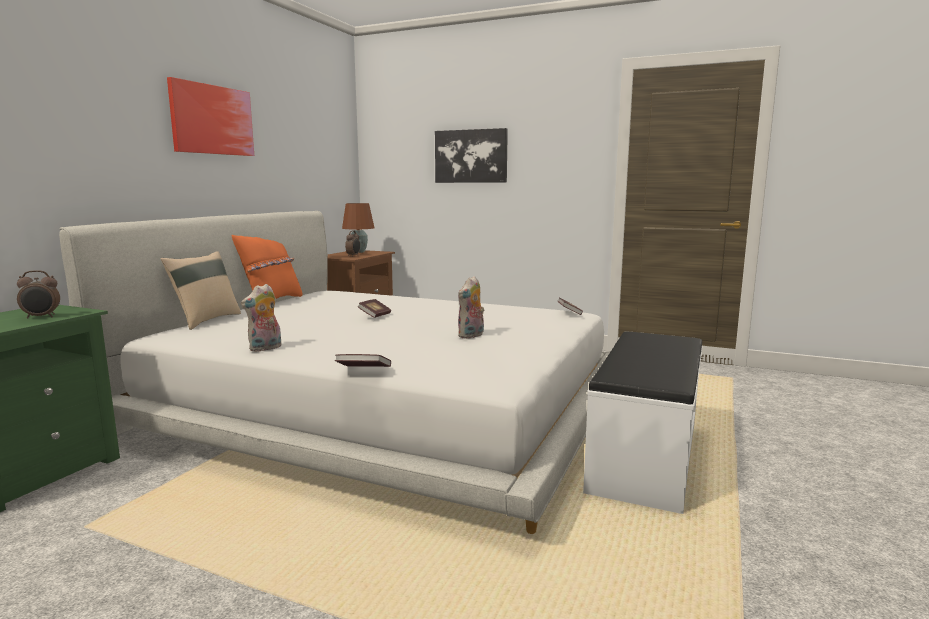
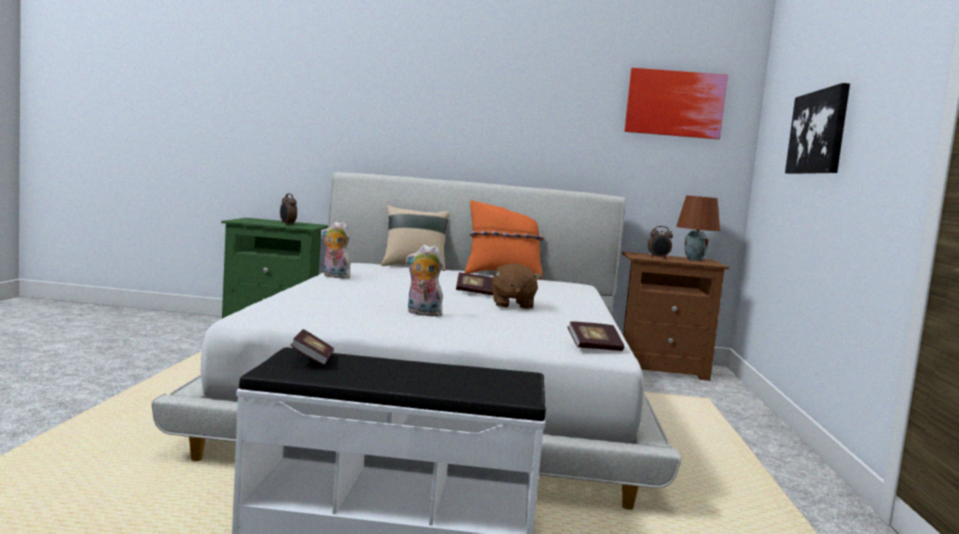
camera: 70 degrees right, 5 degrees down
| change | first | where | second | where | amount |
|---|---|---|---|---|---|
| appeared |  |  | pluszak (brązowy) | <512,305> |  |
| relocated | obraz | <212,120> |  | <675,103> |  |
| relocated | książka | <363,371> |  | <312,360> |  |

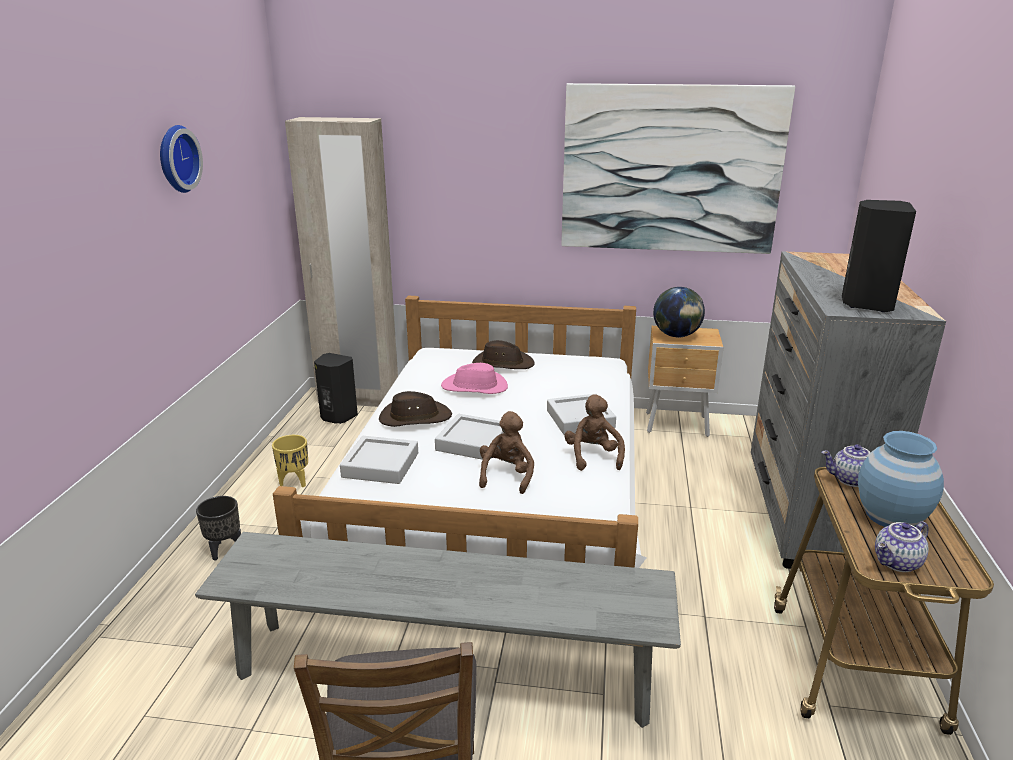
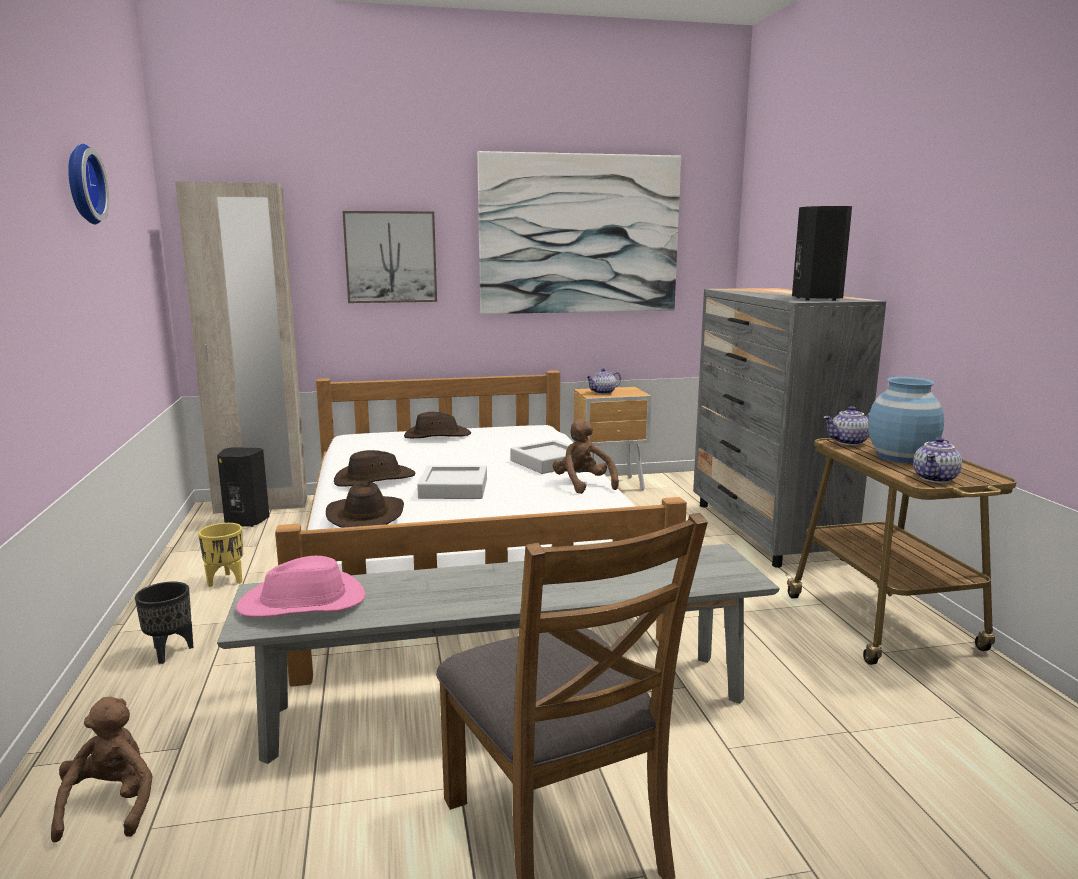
camera: 20 degrees left, 10 degrees down
| change | first | where | second | where | amount |
|---|---|---|---|---|---|
| appeared |  |  | obraz | <390,257> |  |
| relocated | kapelusz (różowy) | <475,387> |  | <303,603> |  |
| relocated | pluszak (brązowy) | <506,476> |  | <111,805> |  |
| exchanged | taca (szary) | <380,465> | kapelusz (brązowy) | <365,516> |  |
| exchanged | globus | <676,336> | imbryk | <603,392> |  |

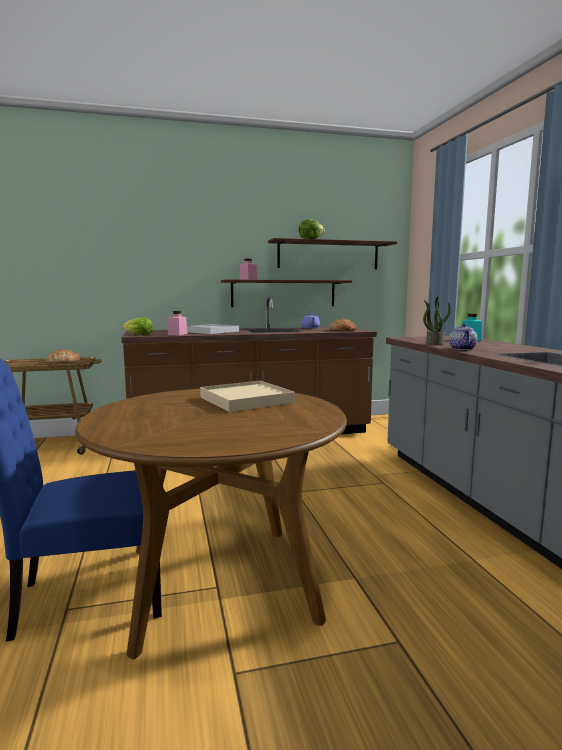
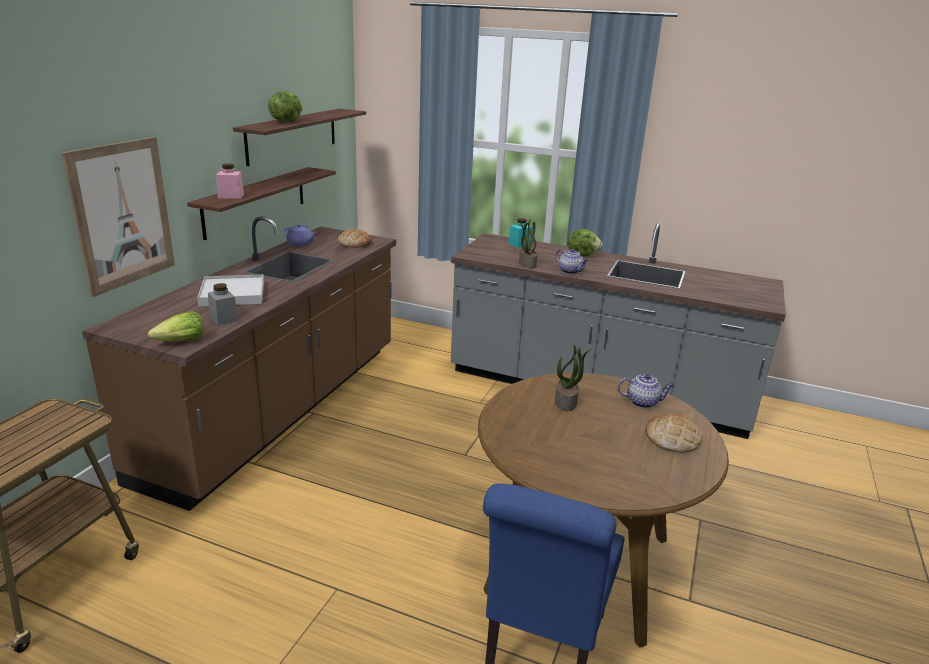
camera: 55 degrees left, 15 degrees up
| change | first | where | second | where | amount |
|---|---|---|---|---|---|
| appeared |  |  | obraz | <123,214> |  |
| appeared |  |  | sałata | <582,255> |  |
| appeared |  |  | imbryk | <643,402> |  |
| relocated | chleb | <63,361> |  | <672,438> |  |
| exchanged | taca (beżowy) | <246,400> | roślina doniczkowa | <566,402> |  |
| colour | słoik (różowy) | <177,334> | słoik (szary) | <224,319> |  |

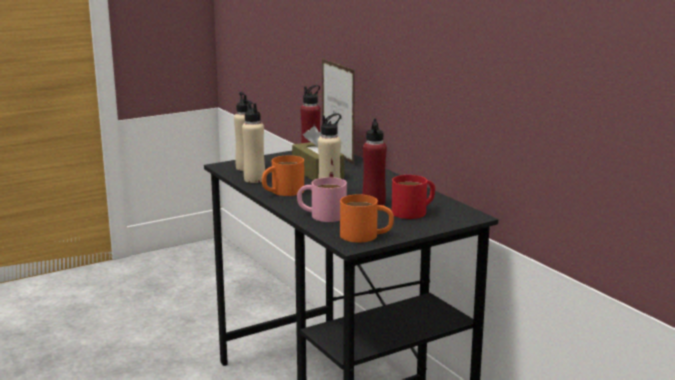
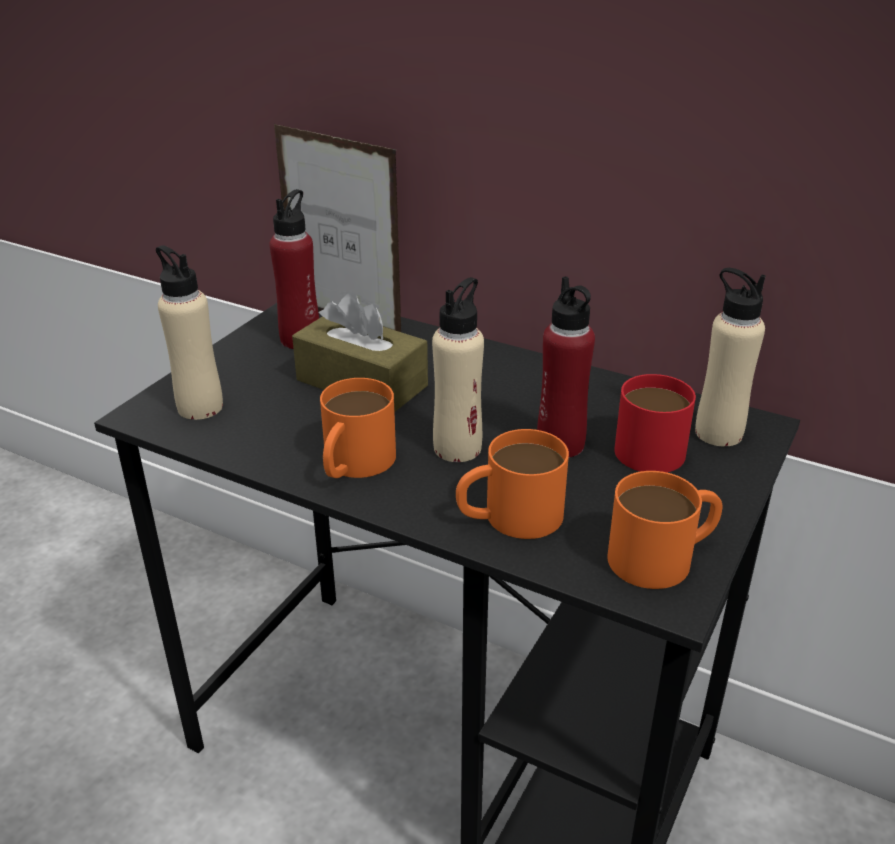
camera: 30 degrees left, 15 degrees up
| change | first | where | second | where | amount |
|---|---|---|---|---|---|
| relocated | butelka (beżowy) | <254,179> |  | <718,433> |  |
| colour | kubek (różowy) | <321,215> | kubek (pomarańczowy) | <509,516> |  |

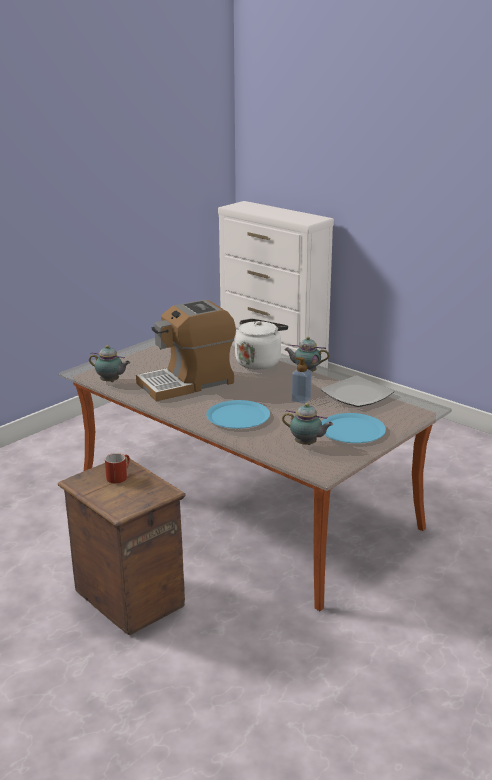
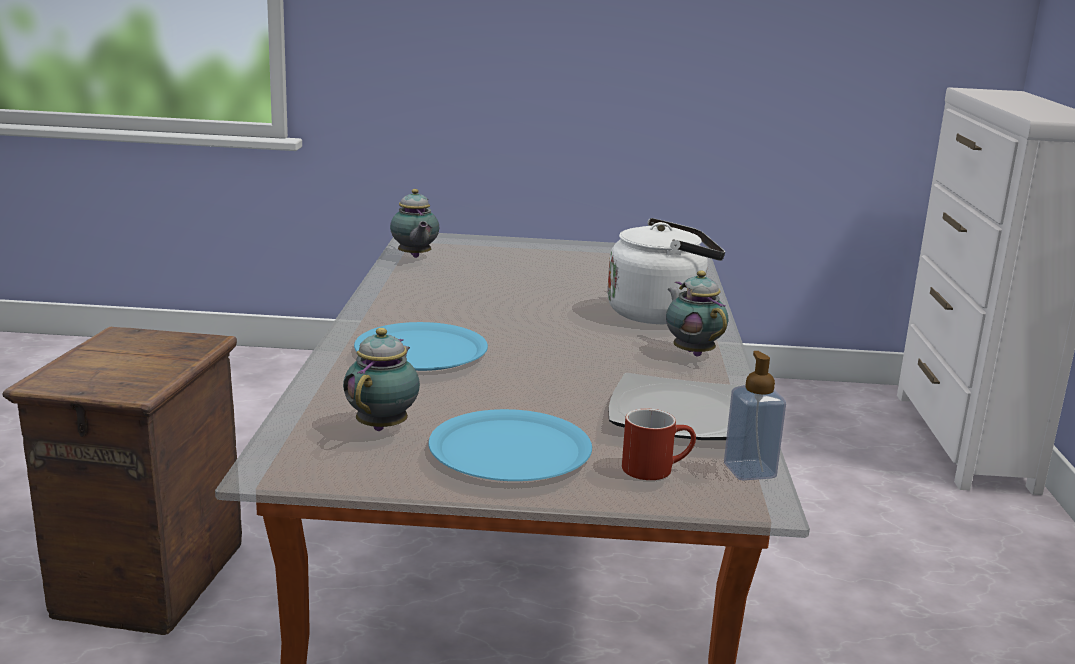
camera: 50 degrees right, 5 degrees down
| change | first | where | second | where | amount |
|---|---|---|---|---|---|
| missing | ekspres do kawy | <187,383> |  |  |  |
| relocated | kubek (czerwony) | <119,476> |  | <656,468> |  |
| relocated | dozownik mydła | <301,400> |  | <749,471> |  |
| spun | imbryk | <307,444> |  | <384,426> | 150 degrees counterclockwise |

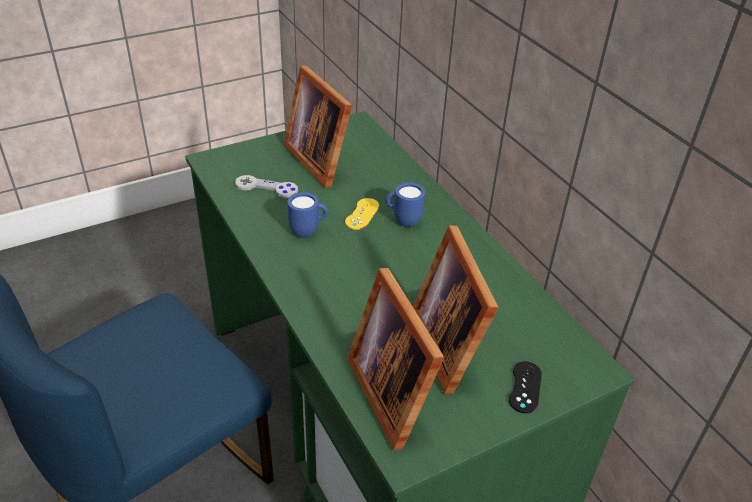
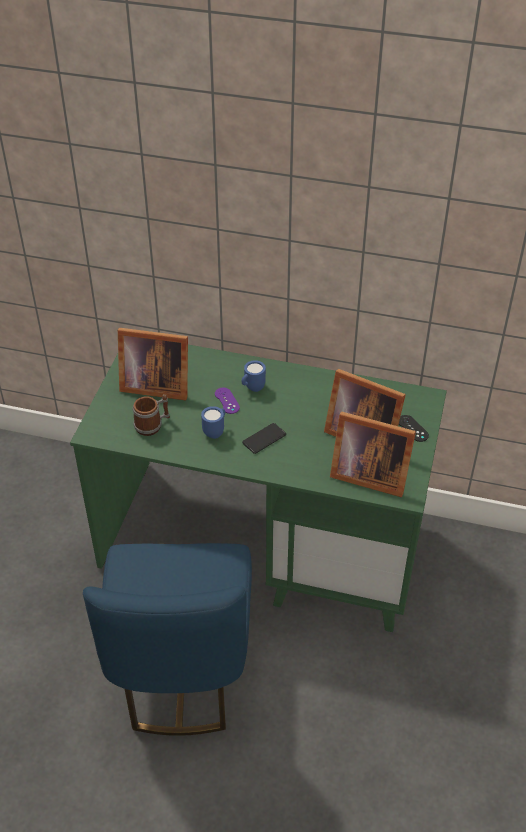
camera: 45 degrees left, 5 degrees up
| change | first | where | second | where | amount |
|---|---|---|---|---|---|
| appeared |  |  | telefon | <264,439> |  |
| exchanged | pad do gier (szary) | <266,188> | kubek | <153,425> |  |
| colour | pad do gier (żółty) | <362,214> | pad do gier (fioletowy) | <227,401> |  |

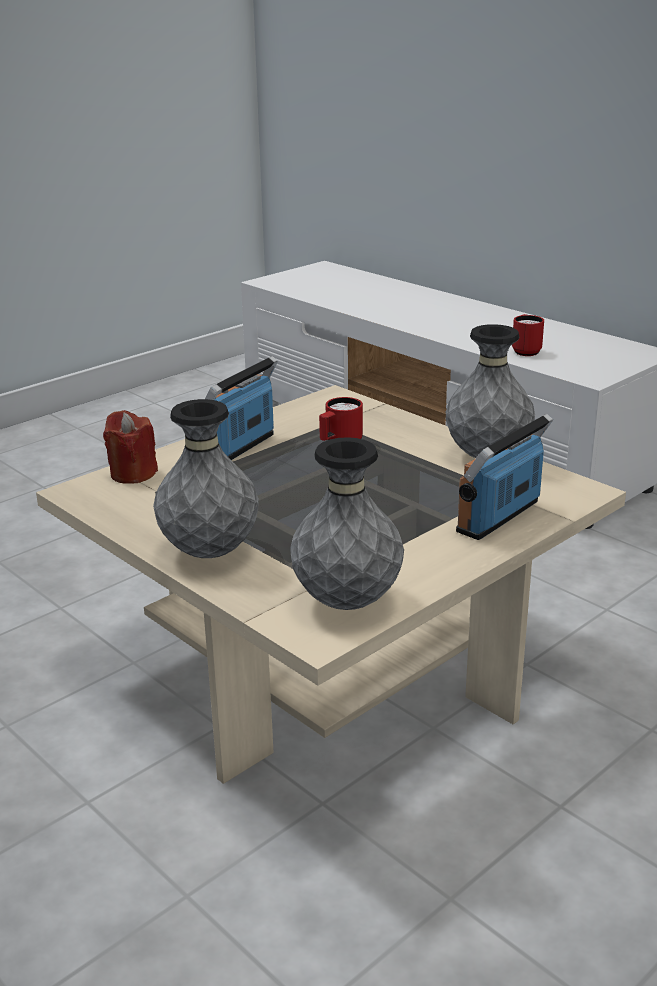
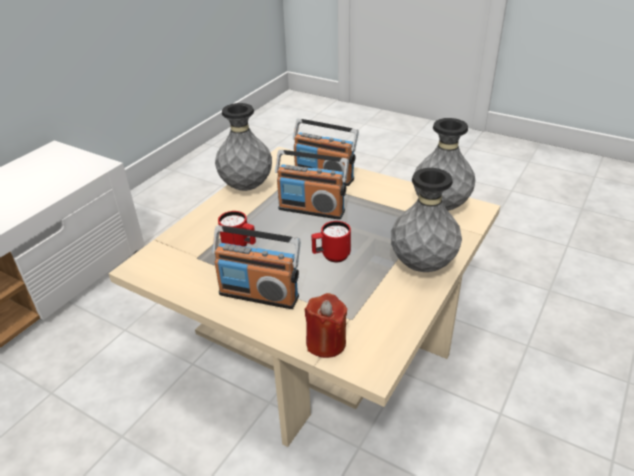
camera: 105 degrees left, 10 degrees up
| change | first | where | second | where | amount |
|---|---|---|---|---|---|
| appeared |  |  | radio | <311,209> |  |
| relocated | kubek (czerwony) | <525,350> |  | <331,256> |  |

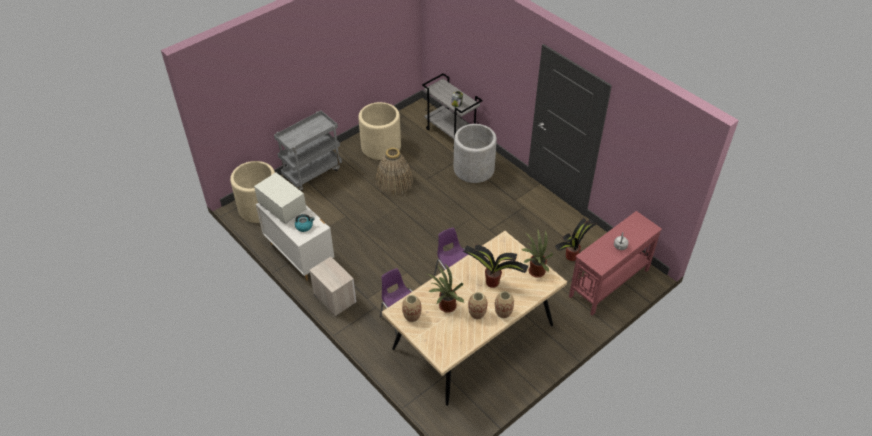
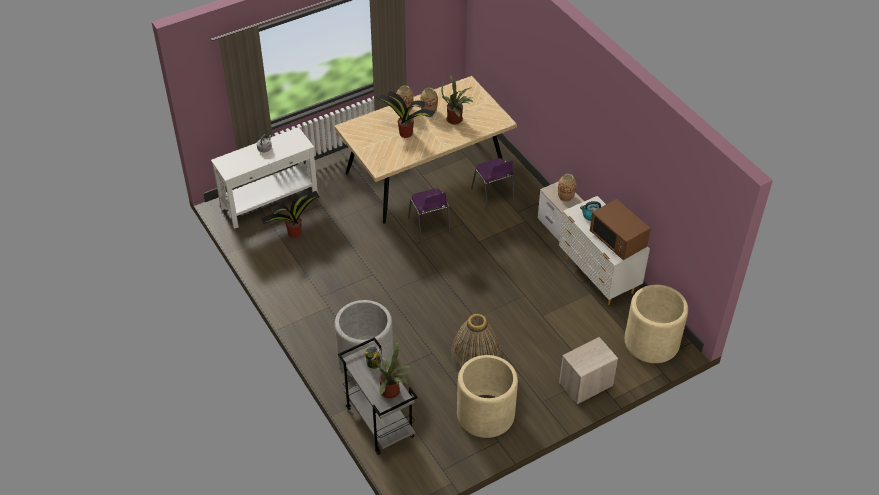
camera: 170 degrees left, 0 degrees up
| change | first | where | second | where | amount |
|---|---|---|---|---|---|
| relocated | wazon | <412,316> |  | <565,197> |  |
| relocated | roślina doniczkowa | <534,271> |  | <392,392> |  |
| exchanged | wózek (szary) | <312,172> | szafka nocna | <584,385> |  |
| colour | mikrofalówka (biały) | <282,207> | mikrofalówka (brązowy) | <618,240> |  |
| colour | stolik konsolowy (czerwony) | <608,283> | stolik konsolowy (biały) | <270,202> |  |

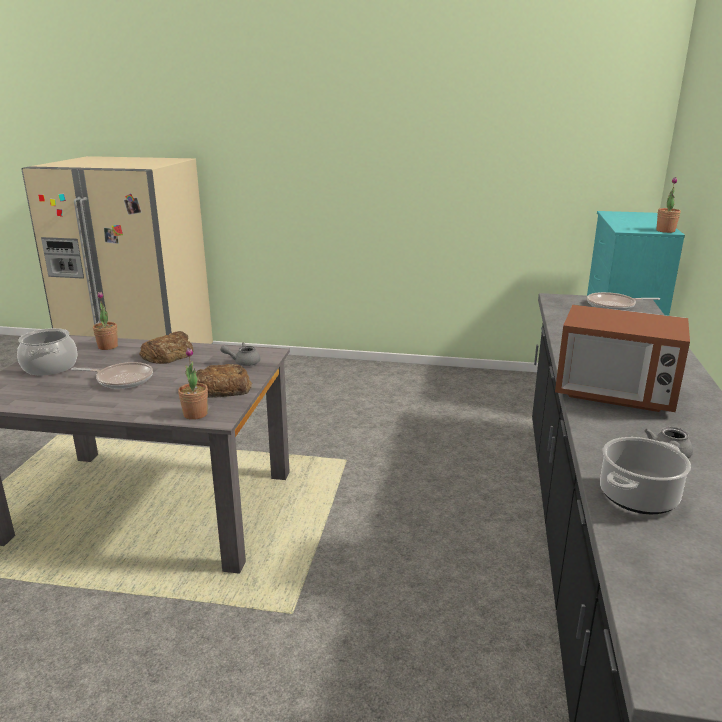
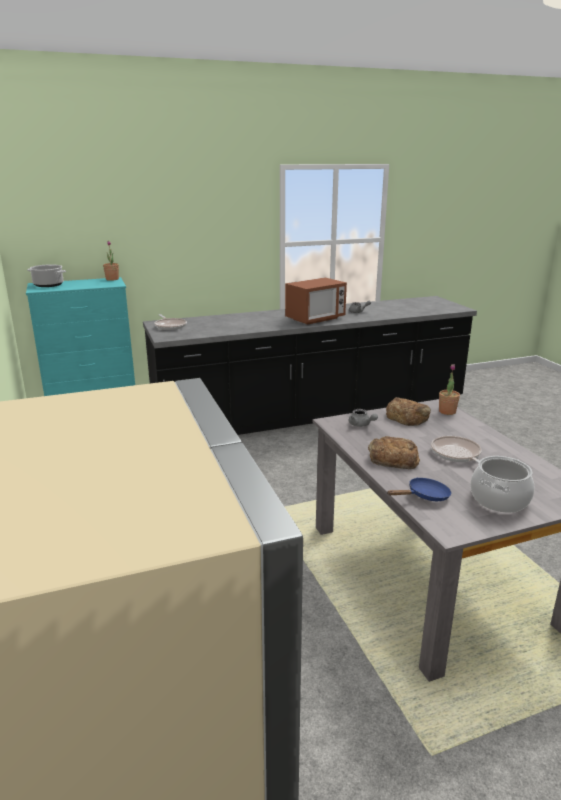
camera: 120 degrees left, 0 degrees up
| change | first | where | second | where | amount |
|---|---|---|---|---|---|
| relocated | garnek | <638,496> |  | <48,285> |  |
| exchanged | roślina doniczkowa | <108,346> | patelnia (niebieski) | <424,496> |  |
| spun | mikrofalówka | <614,395> |  | <315,319> | 60 degrees clockwise |

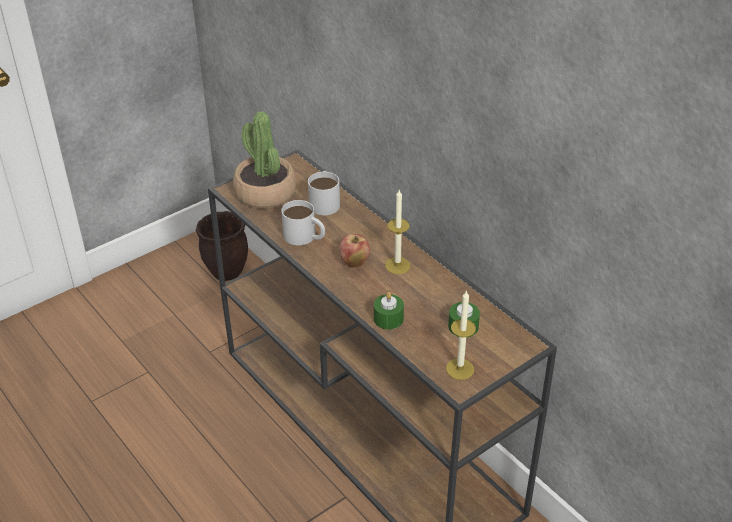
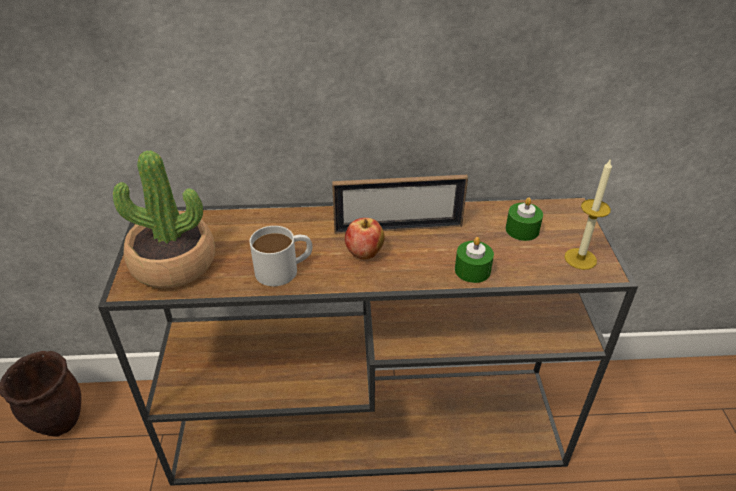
camera: 55 degrees left, 0 degrees up
| change | first | where | second | where | amount |
|---|---|---|---|---|---|
| missing | kubek (biały) | <325,201> |  |  |  |
| exchanged | świeca | <397,265> | ramka na zdjęcie | <398,228> |  |

